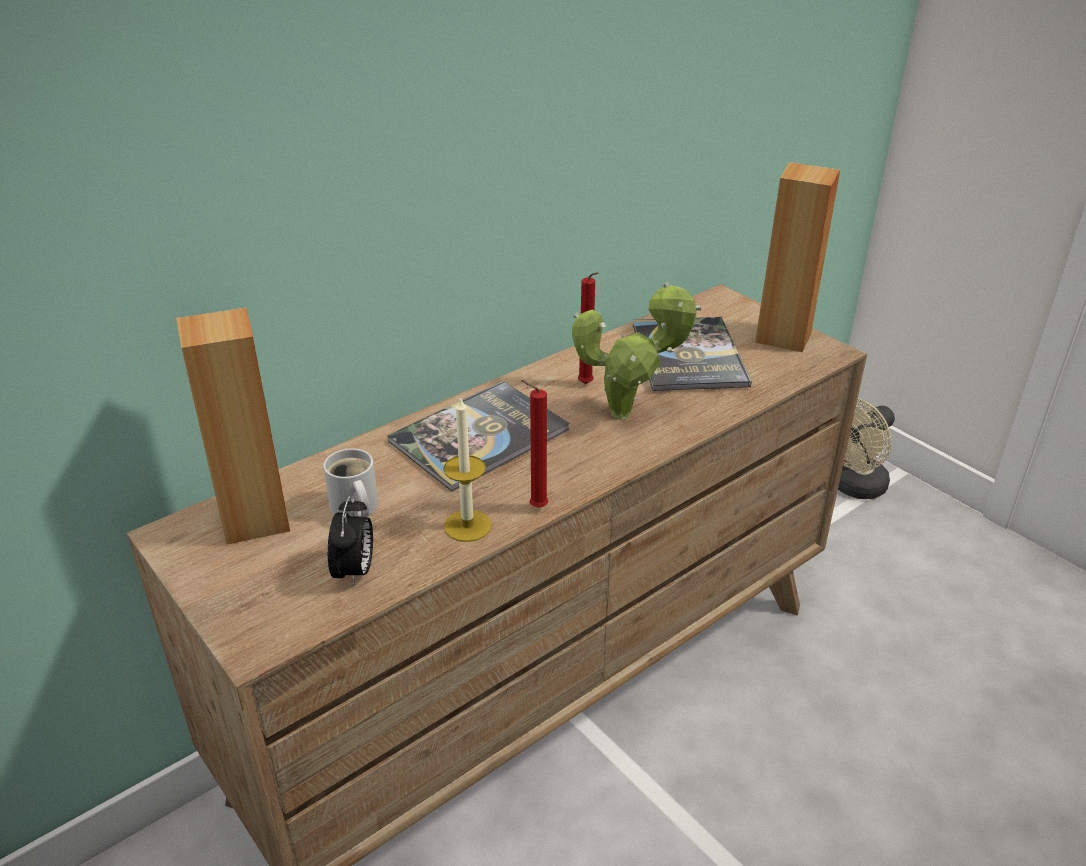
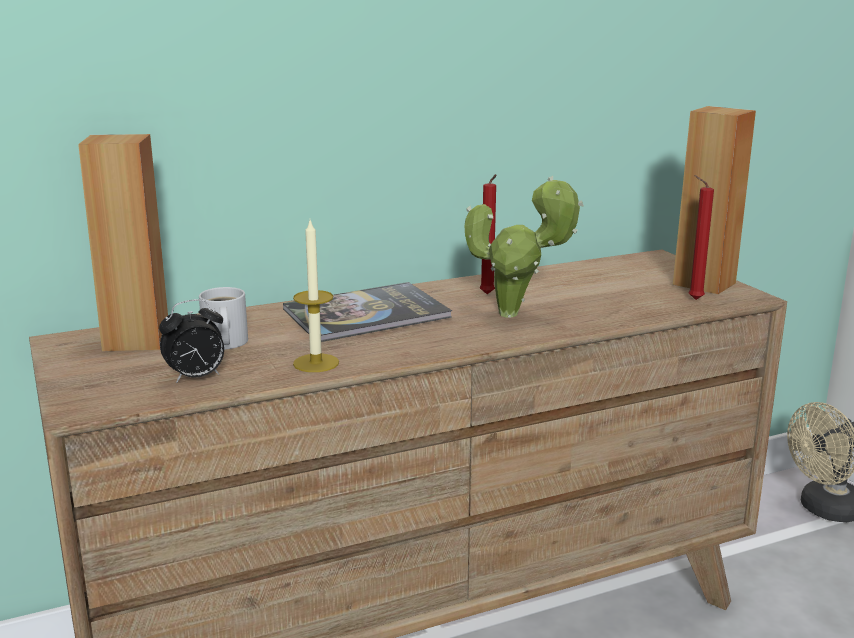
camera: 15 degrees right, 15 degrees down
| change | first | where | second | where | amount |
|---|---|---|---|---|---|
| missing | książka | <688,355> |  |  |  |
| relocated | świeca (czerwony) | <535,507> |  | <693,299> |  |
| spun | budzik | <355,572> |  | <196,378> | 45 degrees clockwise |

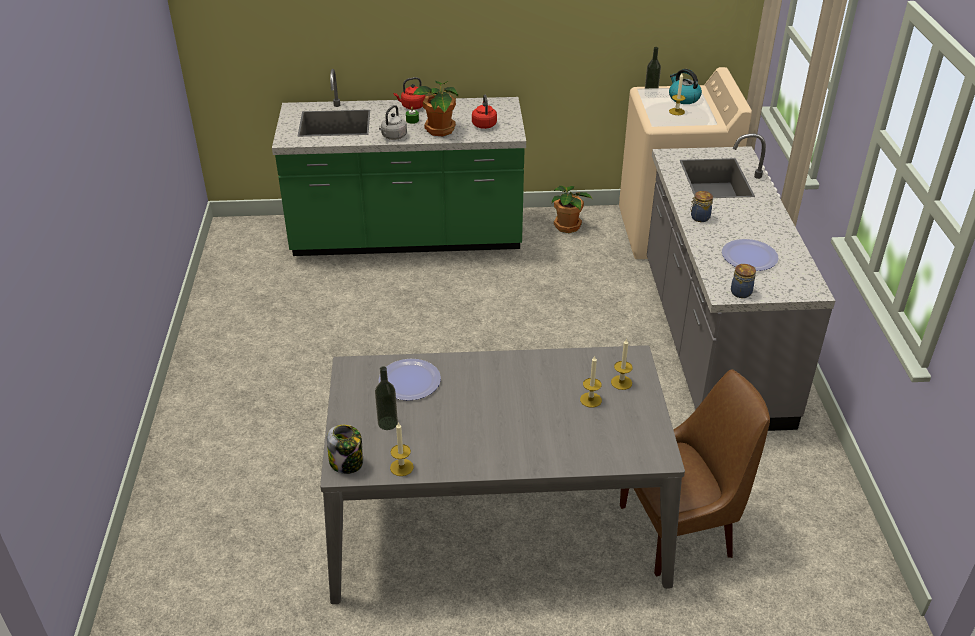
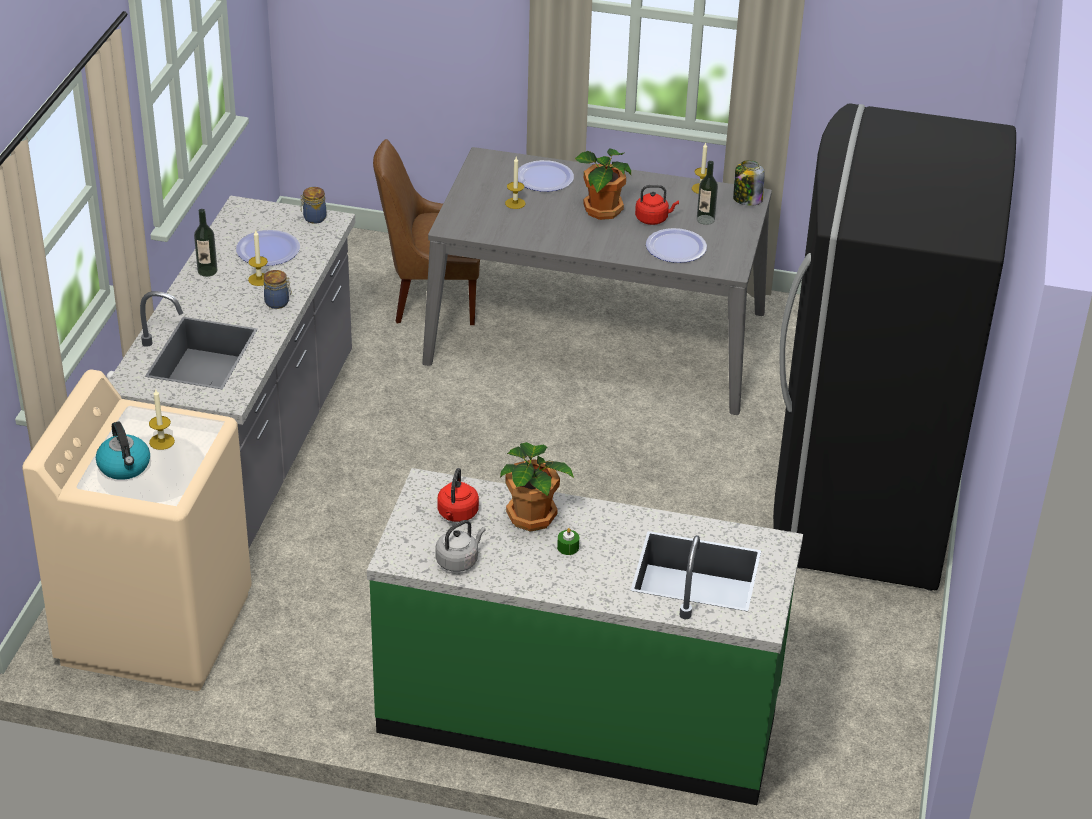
camera: 165 degrees left, 0 degrees up
| change | first | where | second | where | amount |
|---|---|---|---|---|---|
| appeared |  |  | talerz | <544,178> |  |
| appeared |  |  | lodówka (czarny) | <862,504> |  |
| relocated | czajnik (szary) | <393,137> |  | <459,560> |  |
| relocated | czajnik (czerwony) | <412,106> |  | <653,219> |  |
| relocated | roślina doniczkowa | <568,226> |  | <601,211> |  |
| relocated | świeca | <621,382> |  | <259,279> |  |
| relocated | butelka | <650,94> |  | <207,271> |  |

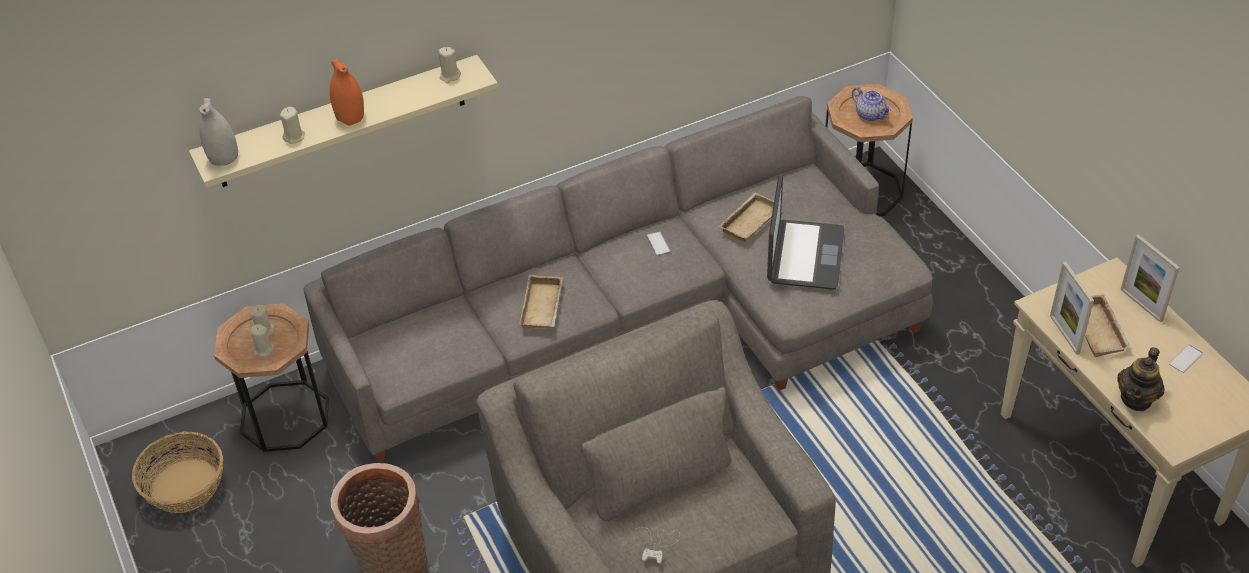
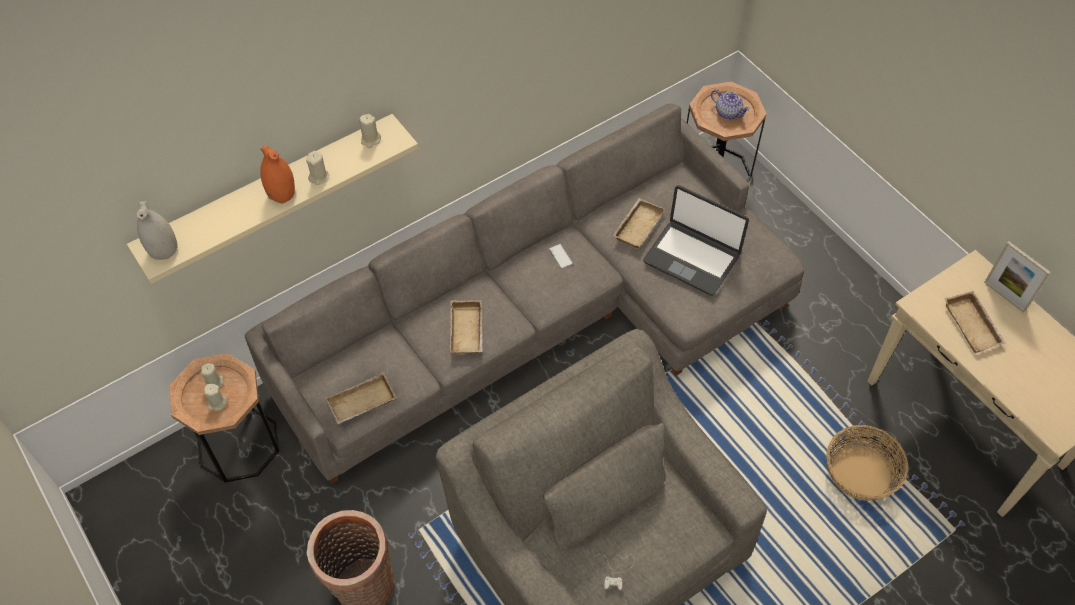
camera: 10 degrees left, 10 degrees up
| change | first | where | second | where | amount |
|---|---|---|---|---|---|
| missing | ramka na zdjęcie | <1064,334> |  |  |  |
| missing | imbryk | <1136,399> |  |  |  |
| missing | telefon | <1185,359> |  |  |  |
| appeared |  |  | taca (beżowy) | <362,403> |  |
| relocated | koszyk | <185,486> |  | <860,473> |  |
| relocated | świeca (beżowy) | <294,137> |  | <319,177> |  |
| spun | laptop | <804,256> |  | <692,258> | 120 degrees clockwise |

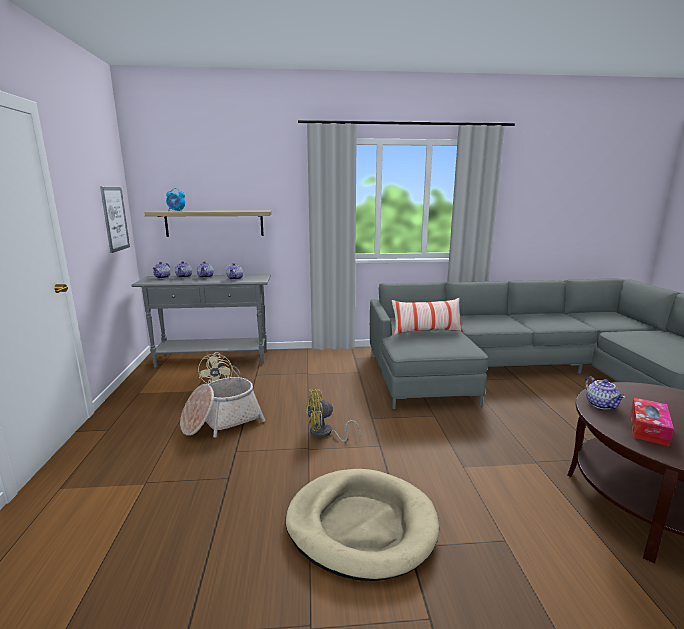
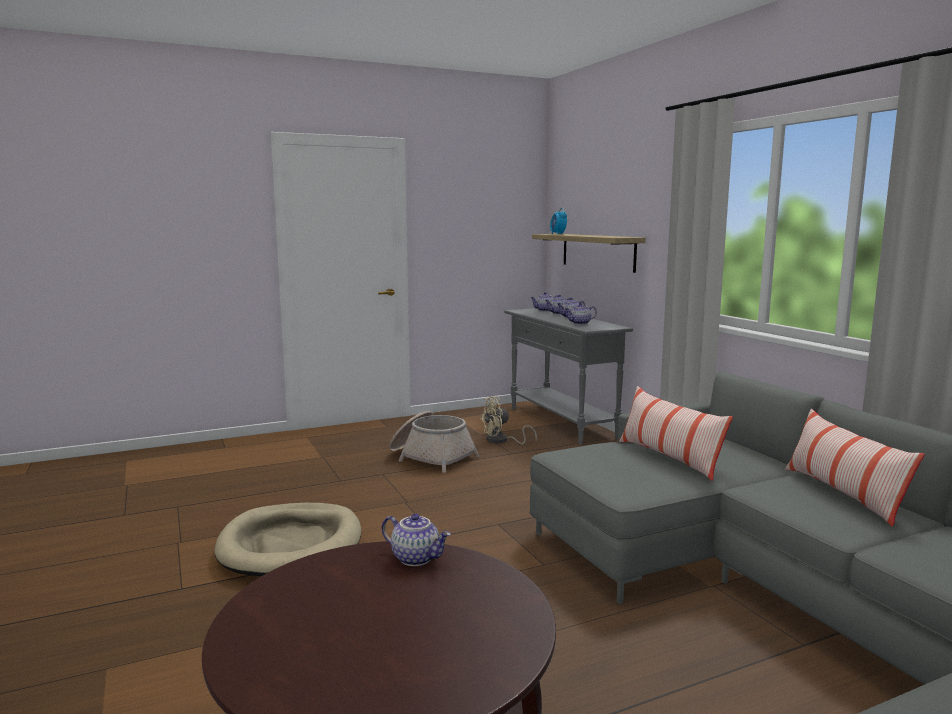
camera: 70 degrees right, 5 degrees down
| change | first | where | second | where | amount |
|---|---|---|---|---|---|
| missing | obraz | <115,219> |  |  |  |
| missing | wentylator (żółty) | <325,434> |  |  |  |
| missing | pudełko chusteczek | <648,428> |  |  |  |
| appeared |  |  | poduszka | <843,494> |  |
| spun | imbryk | <601,405> |  | <417,558> | 120 degrees counterclockwise |

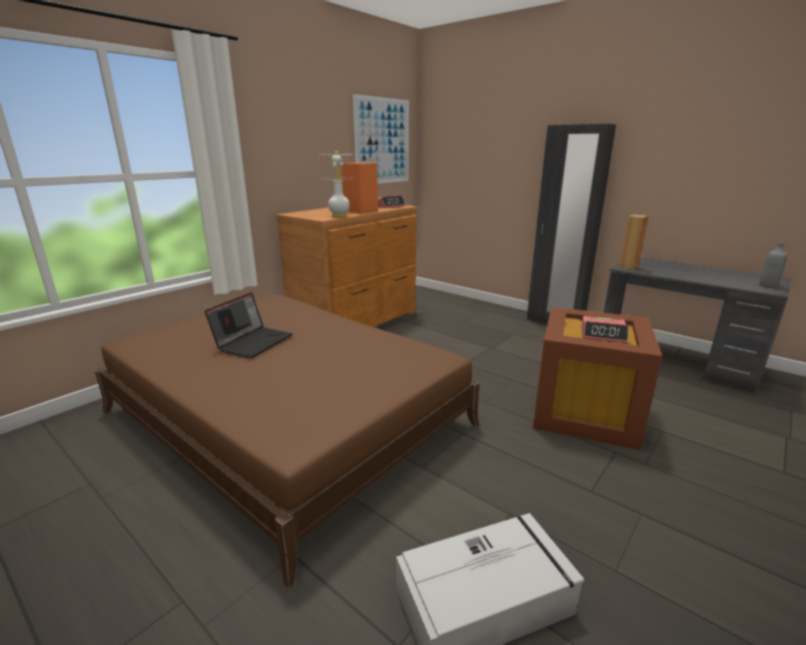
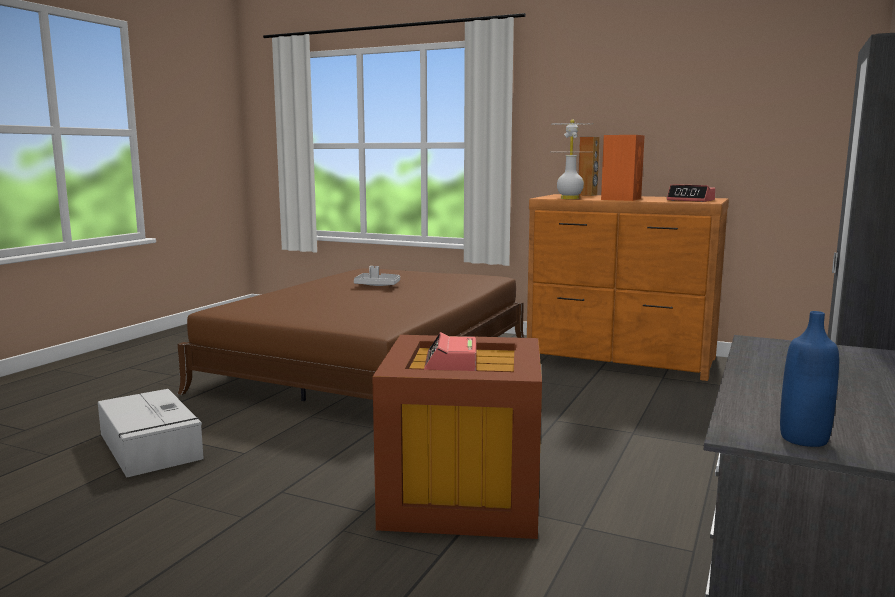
camera: 75 degrees right, 10 degrees down
| change | first | where | second | where | amount |
|---|---|---|---|---|---|
| missing | obraz | <382,141> |  |  |  |
| relocated | głośnik (brązowy) | <628,267> |  | <587,195> |  |
| exchanged | laptop | <253,342> | taca (szary) | <377,285> |  |
| colour | butelka (szary) | <768,286> | butelka (niebieski) | <804,438> |  |

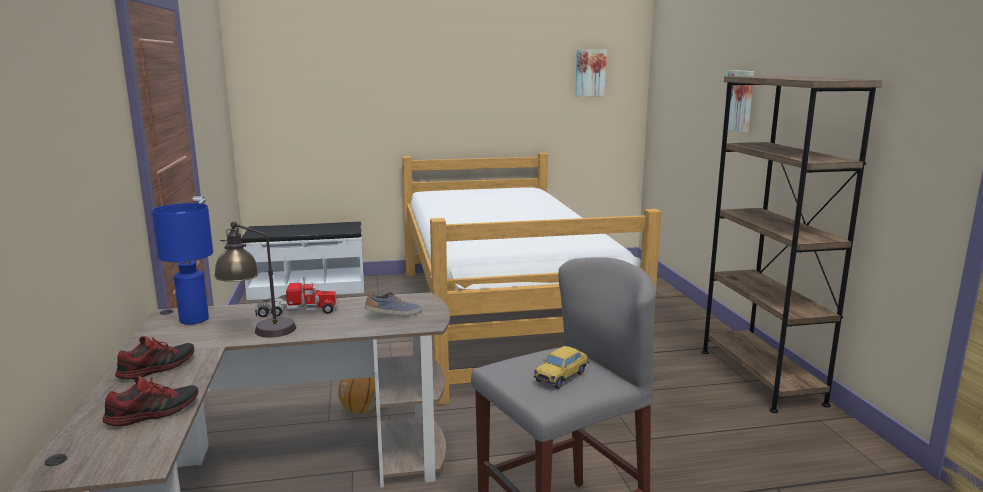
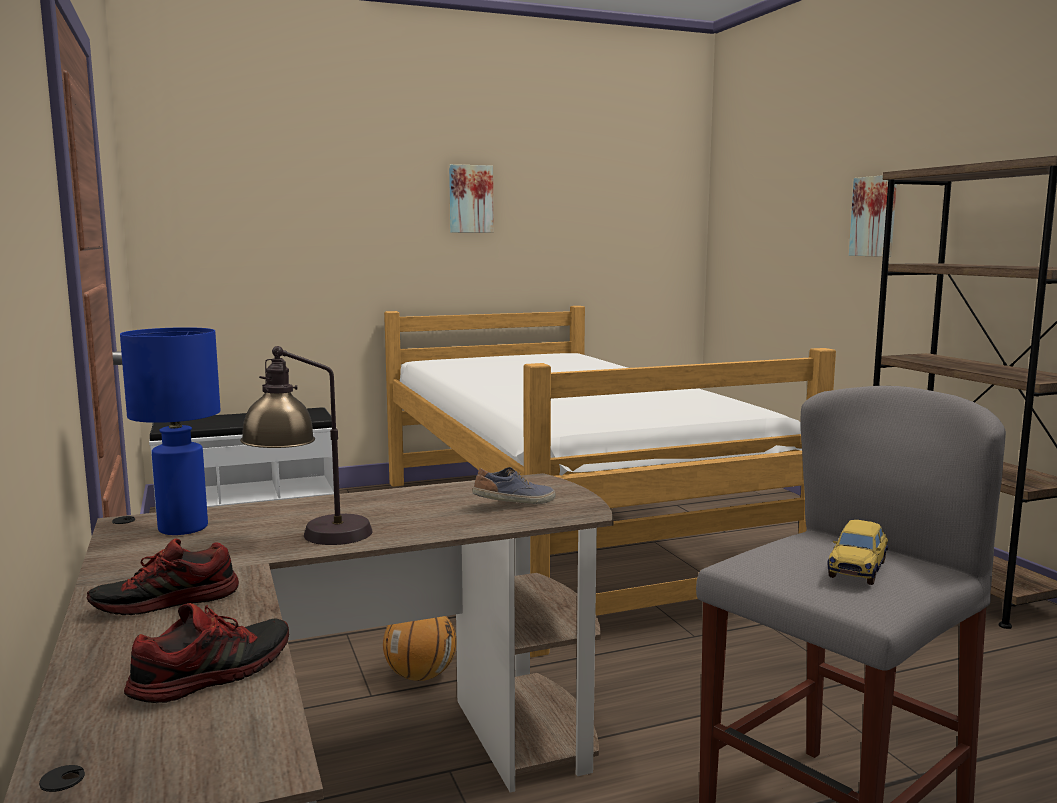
camera: 10 degrees left, 5 degrees down
| change | first | where | second | where | amount |
|---|---|---|---|---|---|
| missing | ciężarówka zabawkowa | <297,312> |  |  |  |
| relocated | obraz | <590,72> |  | <470,199> |  |
| spun | but | <157,368> |  | <167,602> | 150 degrees counterclockwise |

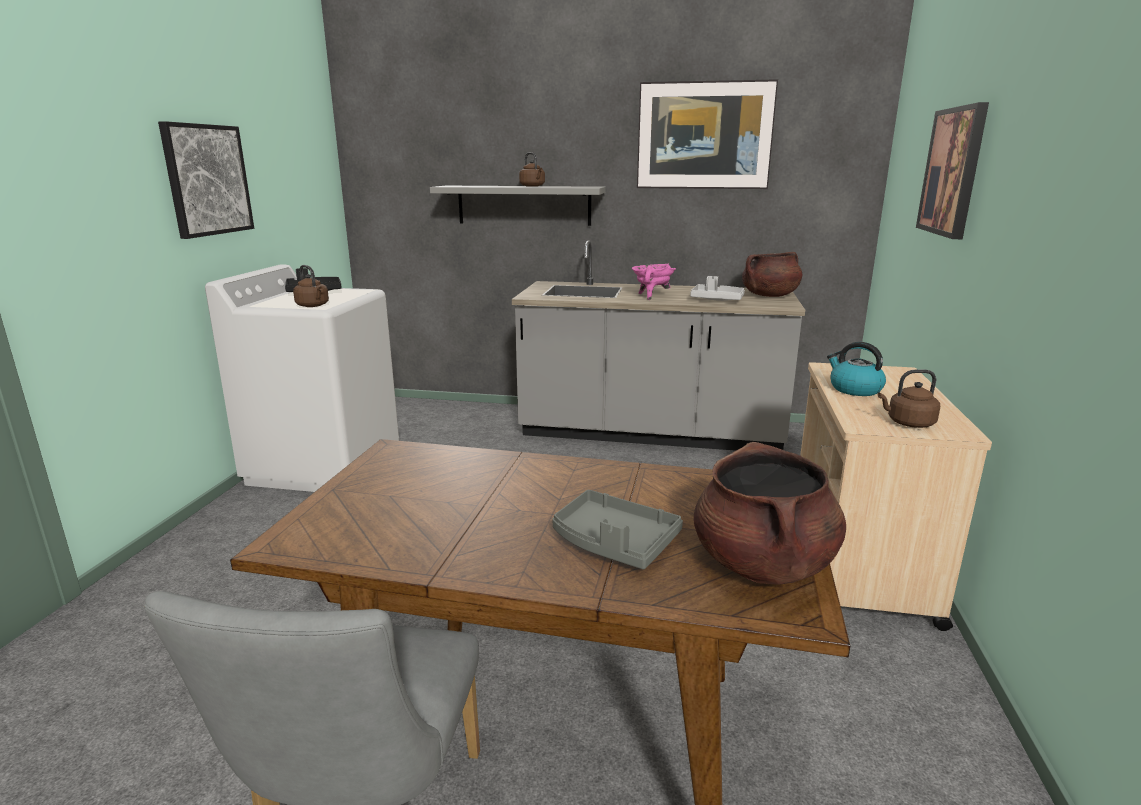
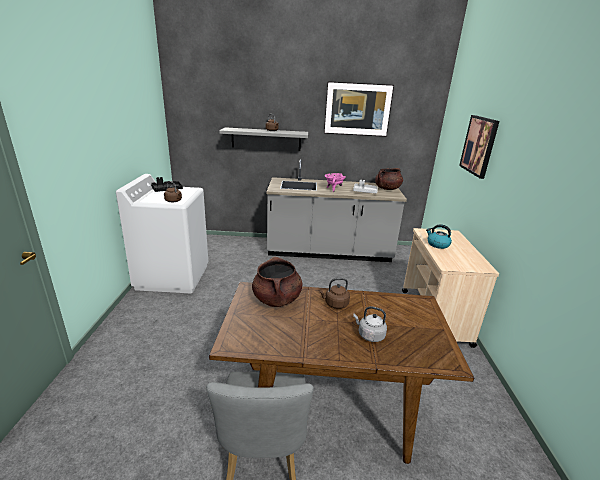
camera: 10 degrees left, 5 degrees up
| change | first | where | second | where | amount |
|---|---|---|---|---|---|
| missing | obraz | <207,180> |  |  |  |
| relocated | garnek (brązowy) | <763,564> |  | <277,299> |  |
| relocated | czajnik (brązowy) | <908,423> |  | <335,304> |  |
| exchanged | taca (szary) | <614,543> | czajnik (szary) | <369,335> |  |

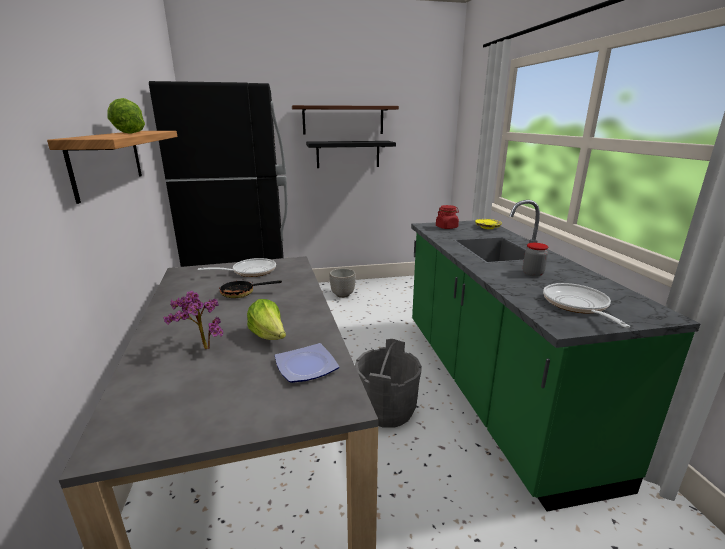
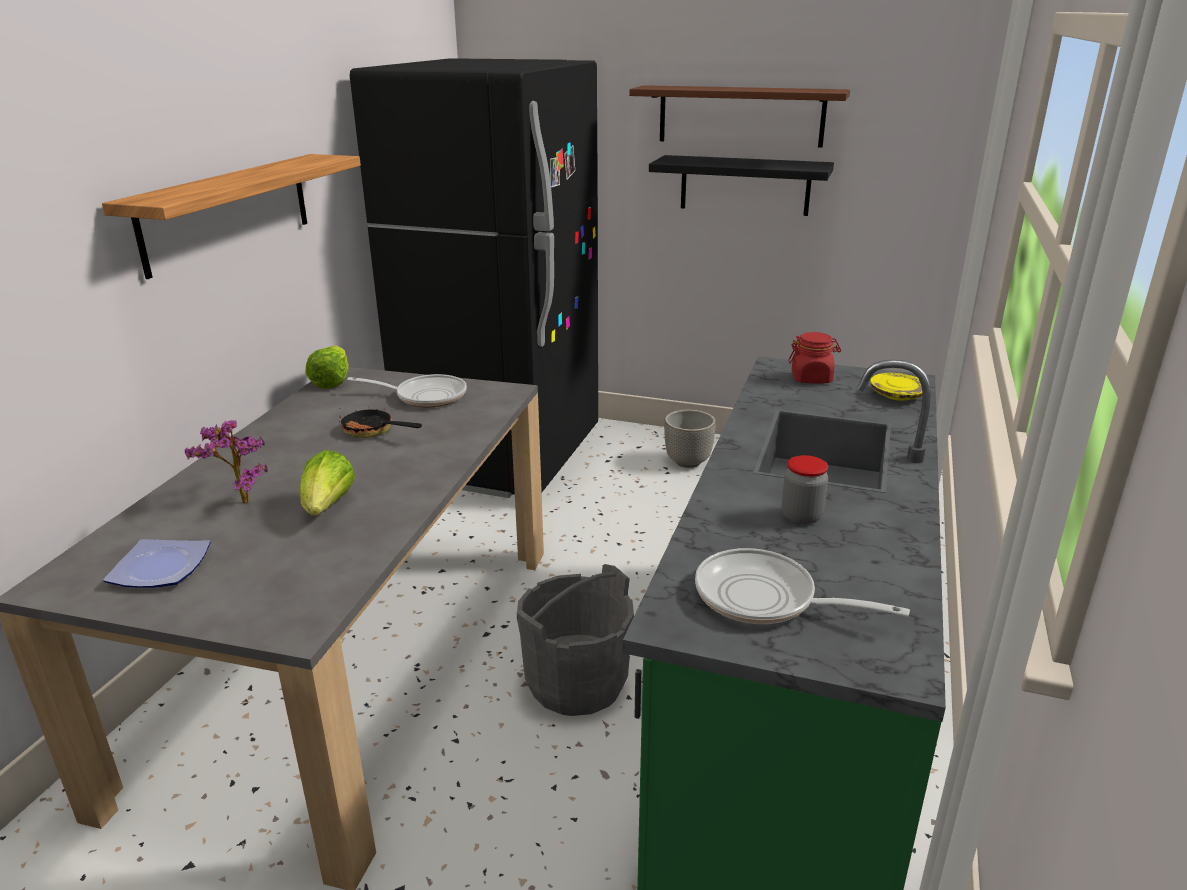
camera: 30 degrees right, 5 degrees up
| change | first | where | second | where | amount |
|---|---|---|---|---|---|
| relocated | sałata | <129,133> |  | <332,381> |  |
| relocated | talerz | <305,366> |  | <160,567> |  |
| spun | patelnia | <577,306> |  | <765,599> | 90 degrees counterclockwise |

